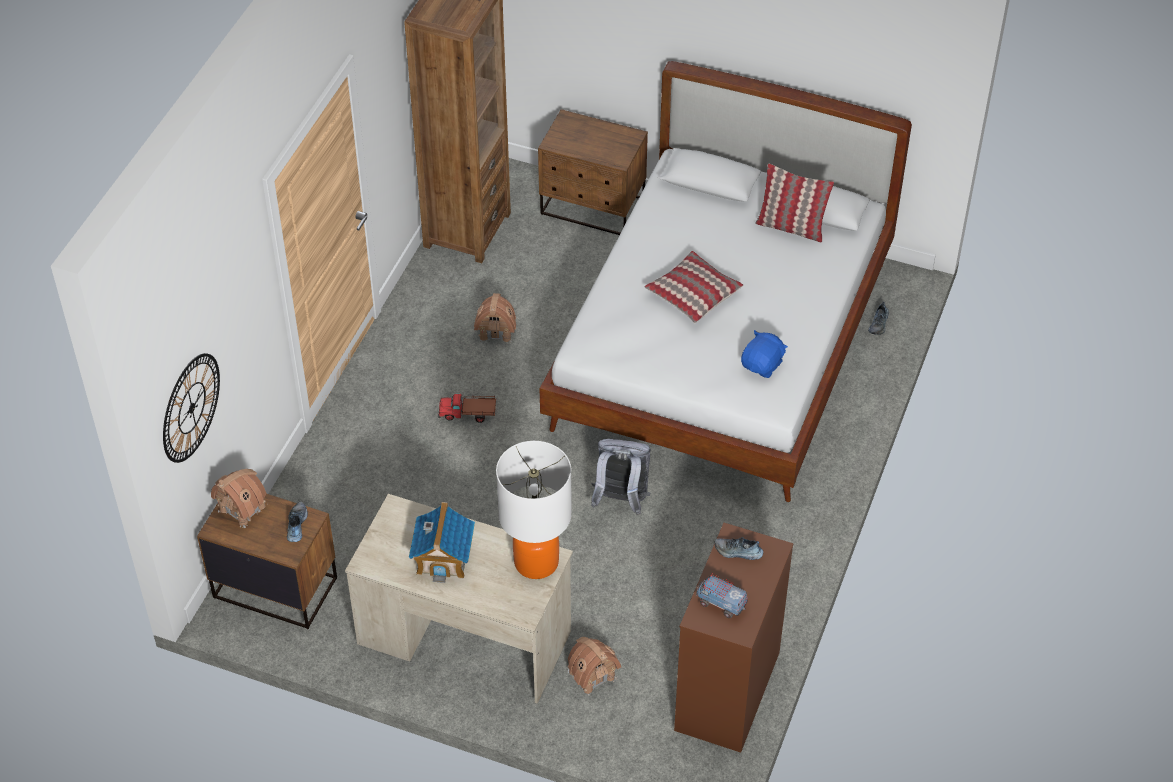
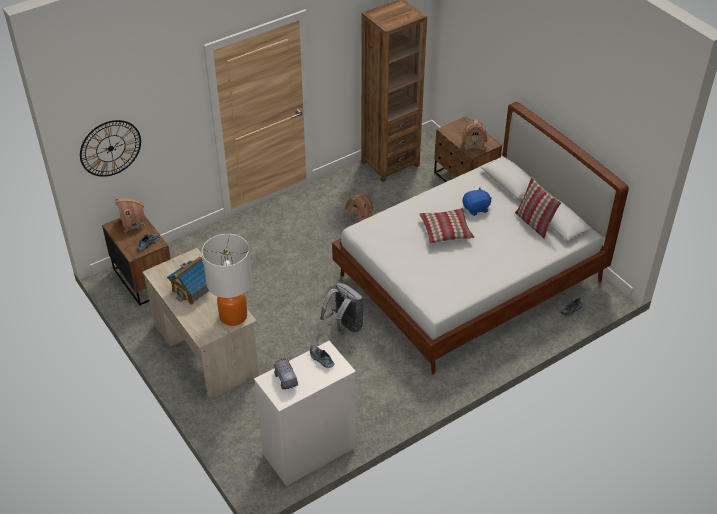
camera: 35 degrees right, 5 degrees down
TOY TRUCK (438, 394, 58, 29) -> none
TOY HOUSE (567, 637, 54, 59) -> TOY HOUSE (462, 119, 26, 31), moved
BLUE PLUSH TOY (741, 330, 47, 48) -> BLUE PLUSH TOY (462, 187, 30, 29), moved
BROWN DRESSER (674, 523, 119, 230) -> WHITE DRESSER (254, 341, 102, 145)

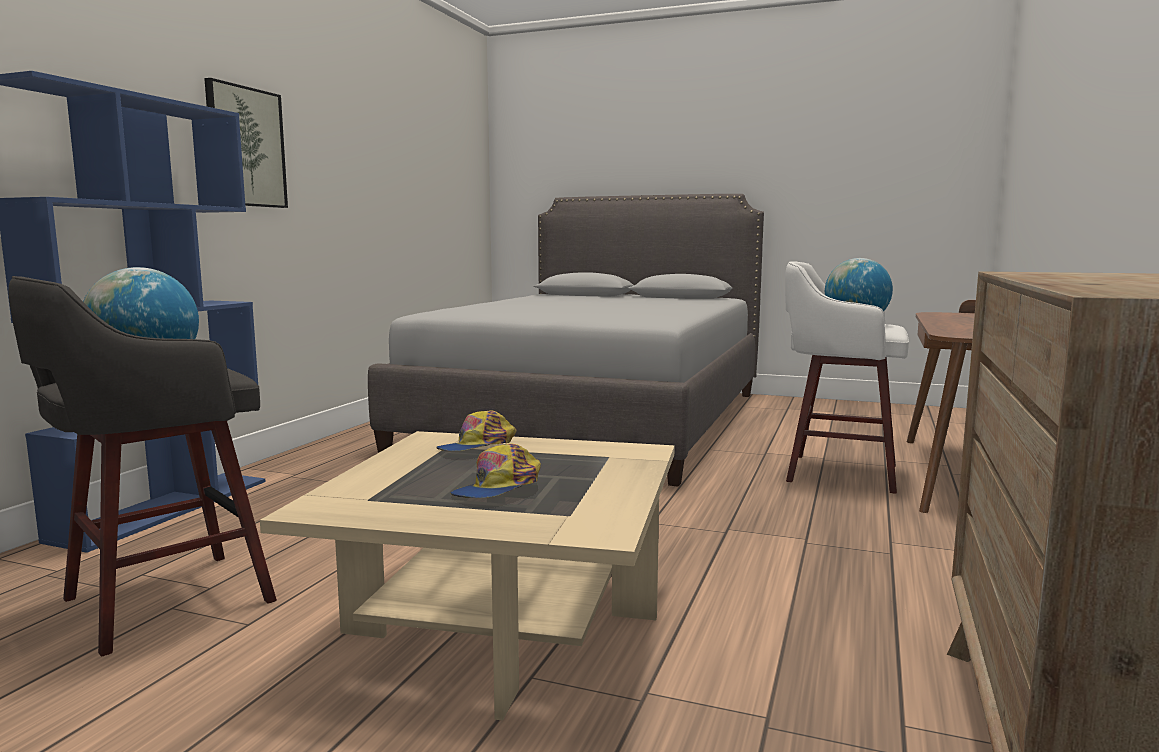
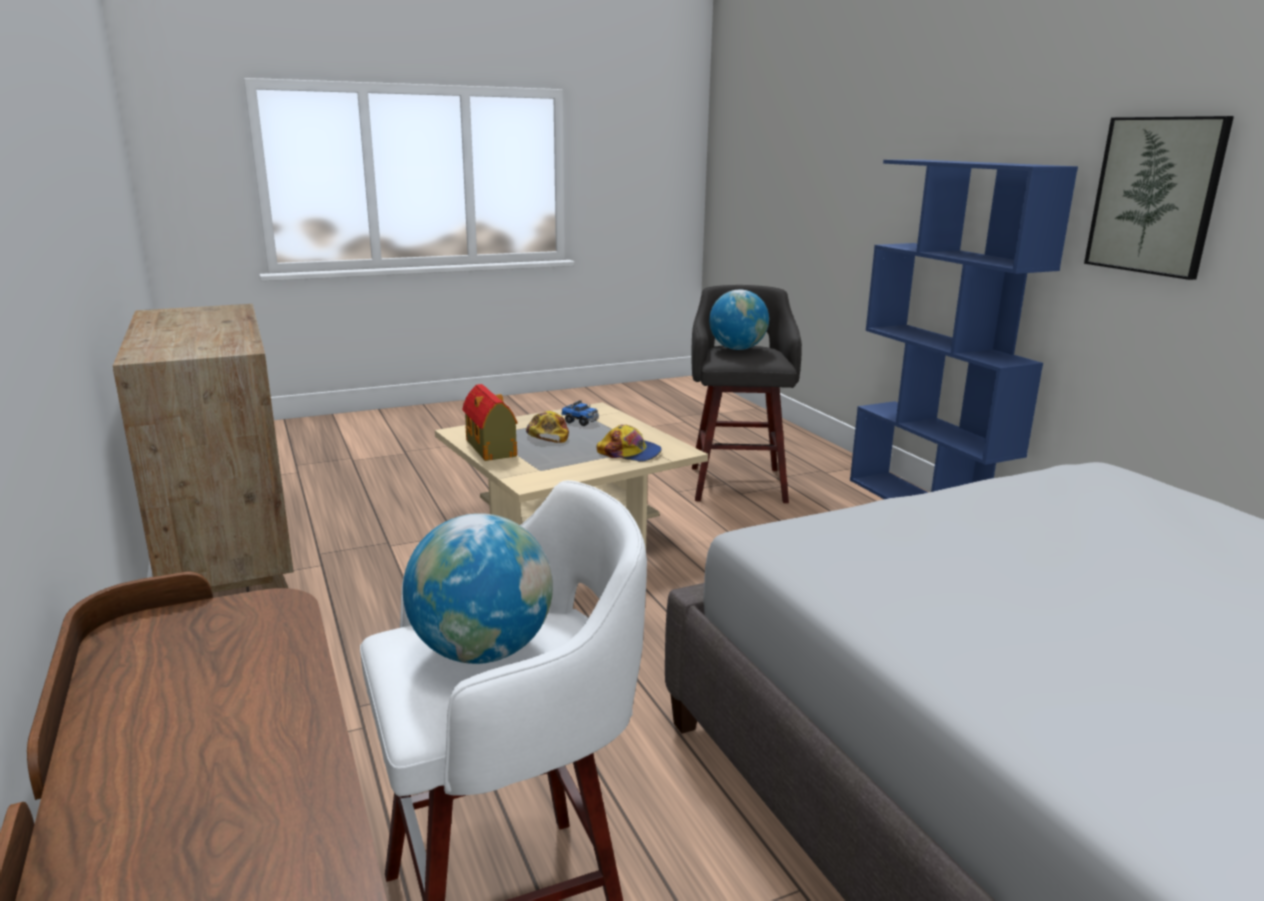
camera: 135 degrees right, 10 degrees up
none -> TOY HOUSE (462, 384, 56, 77)
none -> TOY TRUCK (561, 400, 38, 26)
CAP (436, 410, 81, 41) -> CAP (597, 425, 65, 37), 105 degrees clockwise

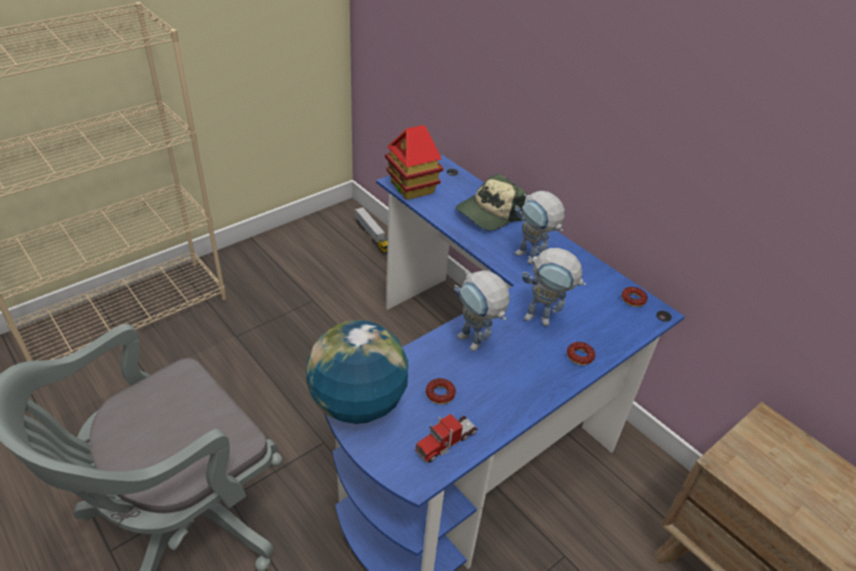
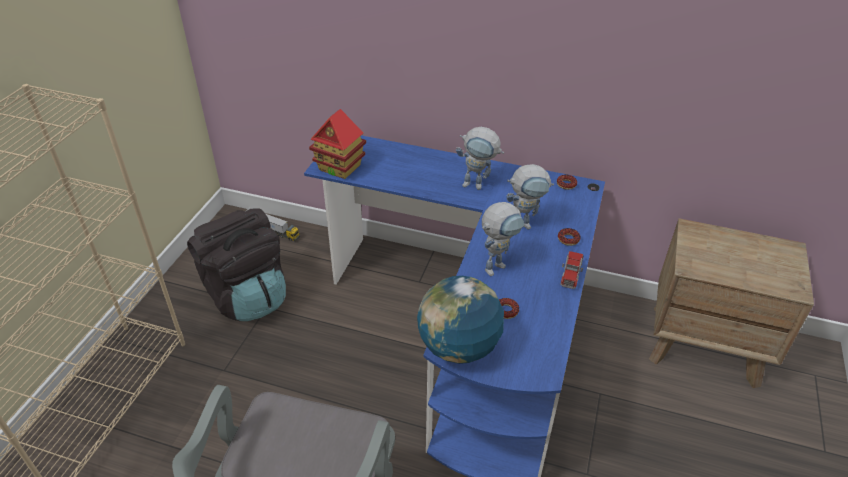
camera: 30 degrees left, 0 degrees up
CAP (456, 174, 71, 56) -> none
none -> BLACK BACKPACK (187, 208, 99, 113)
TOY TRUCK (415, 414, 62, 49) -> TOY TRUCK (560, 251, 24, 38), moved
TOY ROBOT (454, 270, 56, 81) -> TOY ROBOT (482, 202, 42, 74), 60 degrees counterclockwise

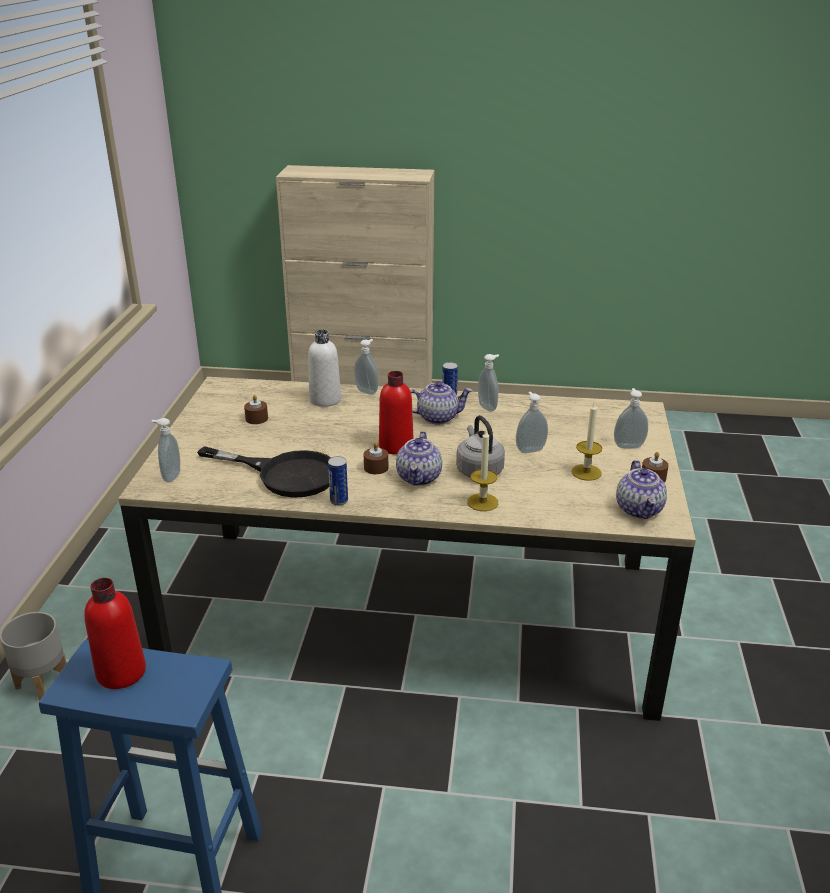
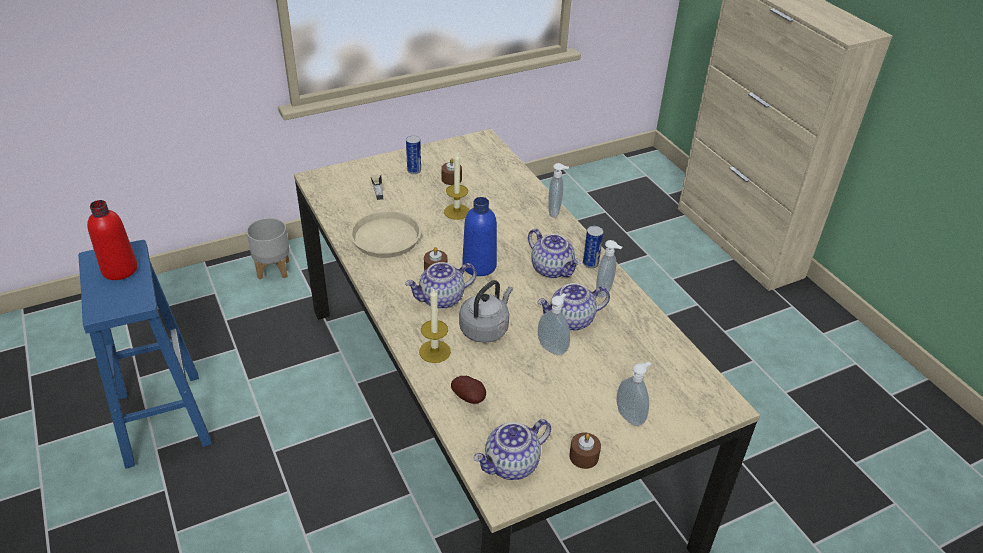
camera: 55 degrees right, 10 degrees up
SOAP DISPENSER (152, 418, 28, 64) -> none
WHITE BOTTLE (308, 330, 33, 77) -> none
none -> POTATO (451, 376, 35, 28)
none -> TEAPOT (537, 283, 73, 48)
CAN (328, 456, 20, 50) -> CAN (406, 135, 15, 39), moved
CANDLE (571, 401, 31, 80) -> CANDLE (444, 153, 26, 67), moved
BLACK FRYING PAN (197, 446, 134, 52) -> BEIGE FRYING PAN (350, 174, 71, 84)
RED BOTTLE (379, 371, 35, 84) -> BLUE BOTTLE (462, 197, 35, 79)

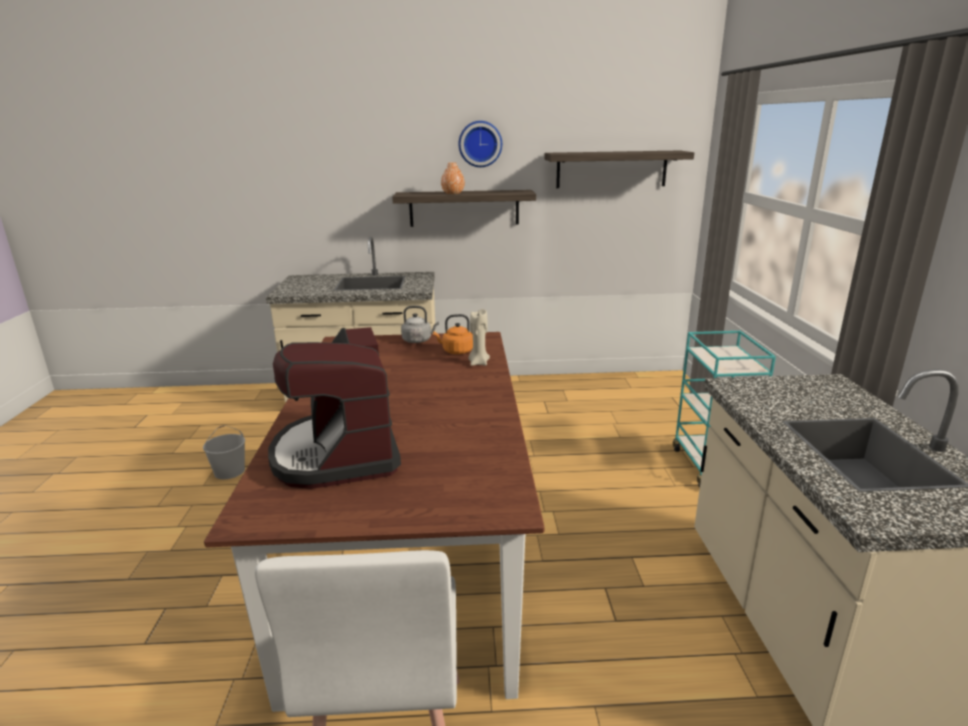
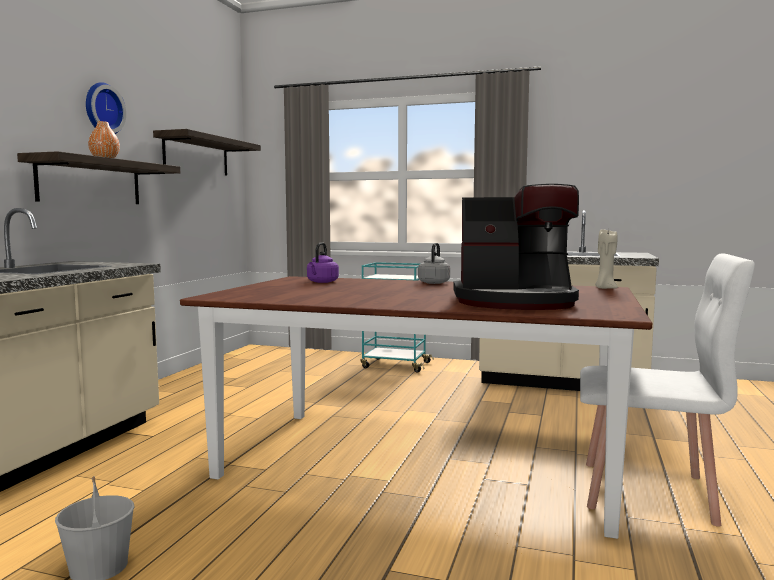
camera: 70 degrees left, 15 degrees down
GREY KETTLE (401, 306, 38, 37) -> GREY KETTLE (418, 243, 32, 41), moved
BEIGE CANDLE (469, 309, 21, 57) -> BEIGE CANDLE (595, 229, 23, 60), moved
ORANGE KETTLE (433, 314, 40, 40) -> PURPLE KETTLE (307, 242, 32, 41)

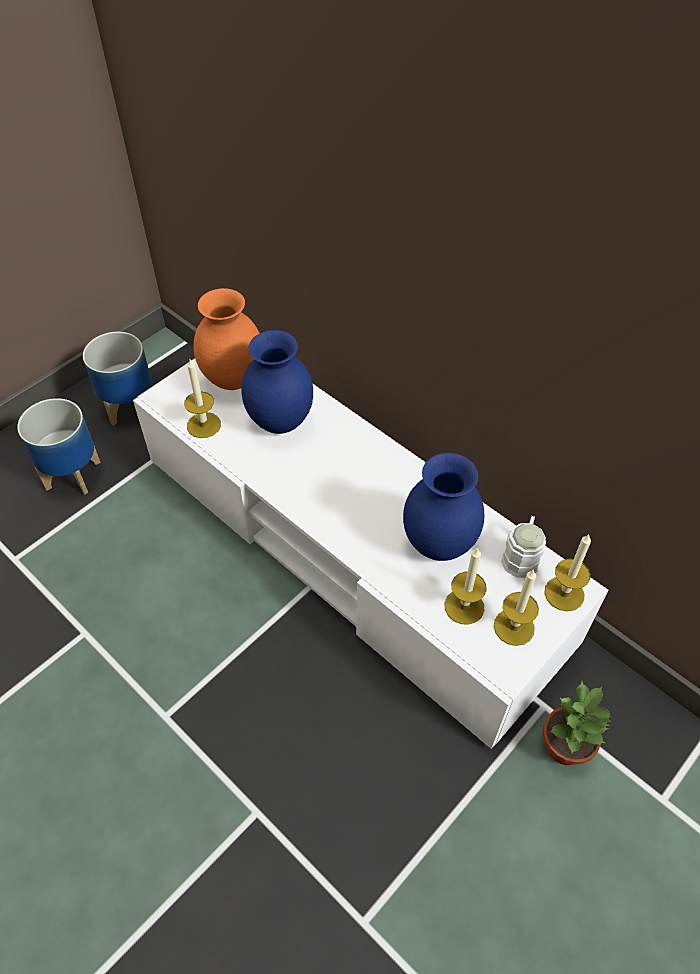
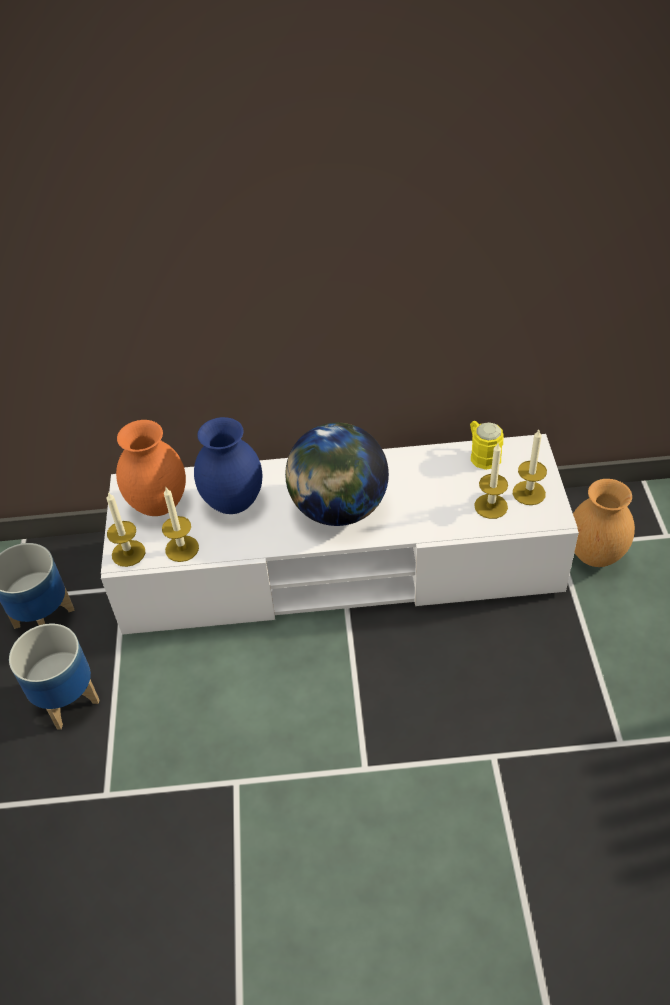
camera: 45 degrees left, 5 degrees down
BLUE VASE (403, 453, 81, 108) -> none
none -> GLOBE (285, 423, 104, 103)
CANDLE (544, 535, 47, 76) -> CANDLE (107, 492, 39, 75), moved
POTTED PLANT (542, 682, 70, 83) -> BROWN VASE (573, 479, 62, 88)
WHITE MUG (501, 516, 45, 62) -> YELLOW MUG (470, 421, 33, 49)

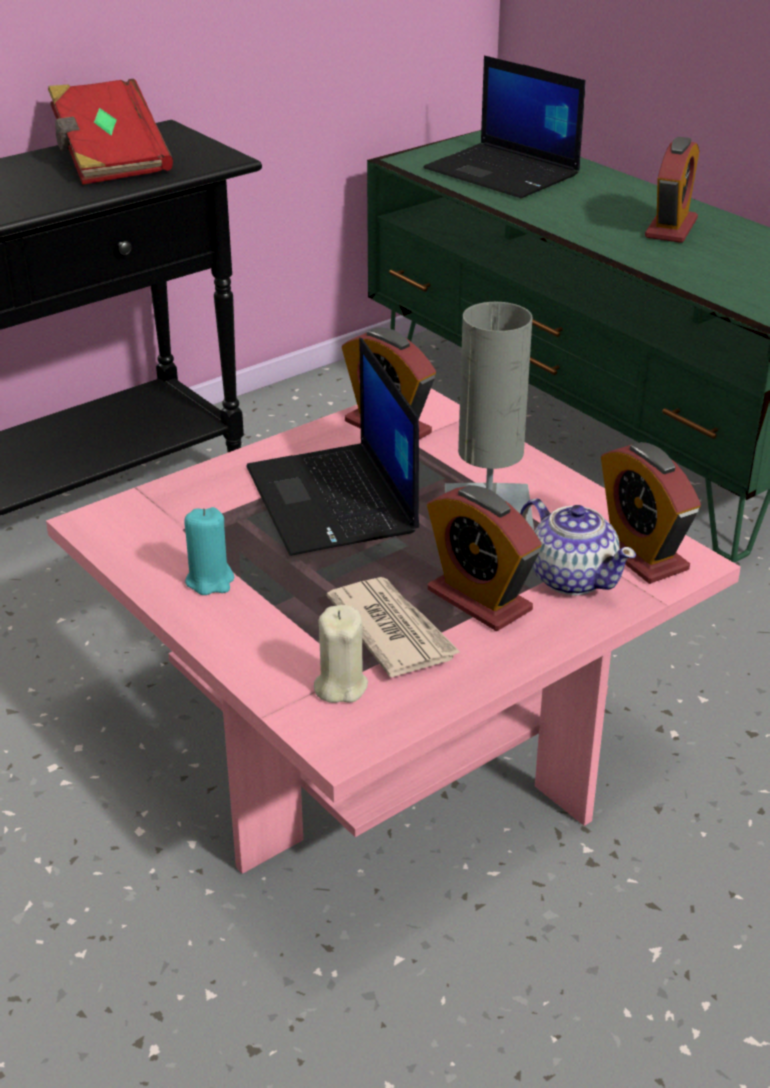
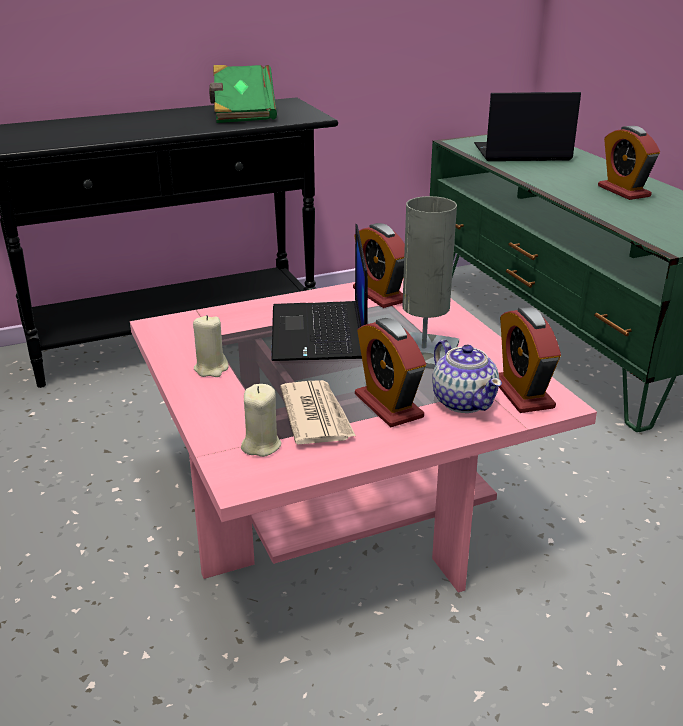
camera: 15 degrees right, 5 degrees down
RED BOOK (48, 79, 125, 106) -> GREEN BOOK (209, 65, 68, 58)
TURQUOISE CANDLE (184, 507, 50, 88) -> BEIGE CANDLE (193, 315, 35, 62)
LAPTOP (423, 55, 163, 143) -> LAPTOP (474, 92, 107, 69), 120 degrees clockwise
ALARM CLOCK (645, 137, 54, 106) -> ALARM CLOCK (598, 126, 62, 74), 120 degrees clockwise

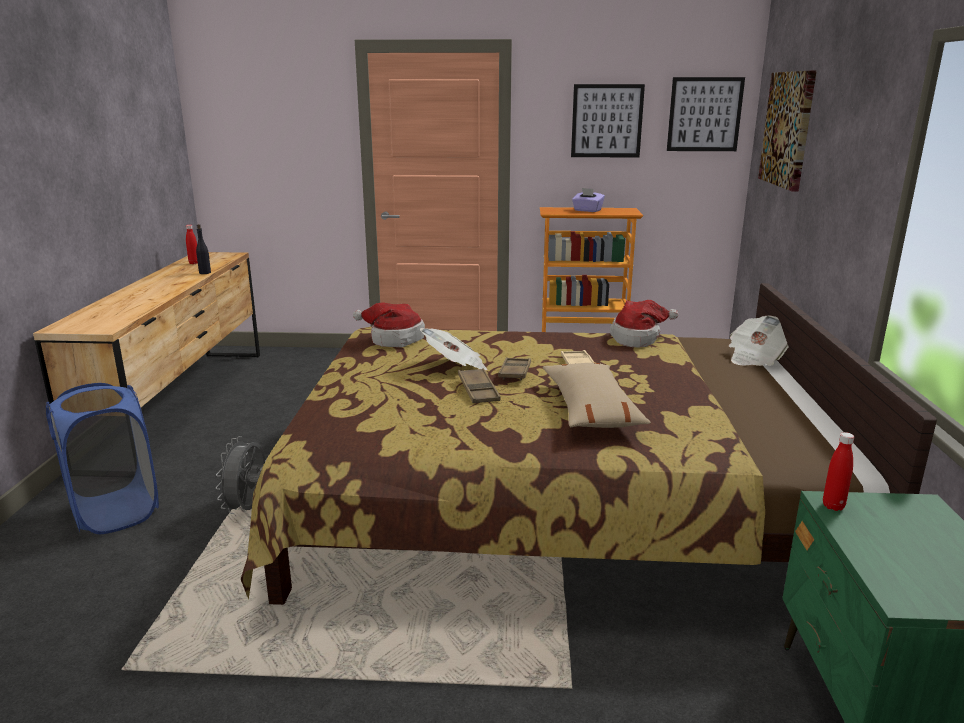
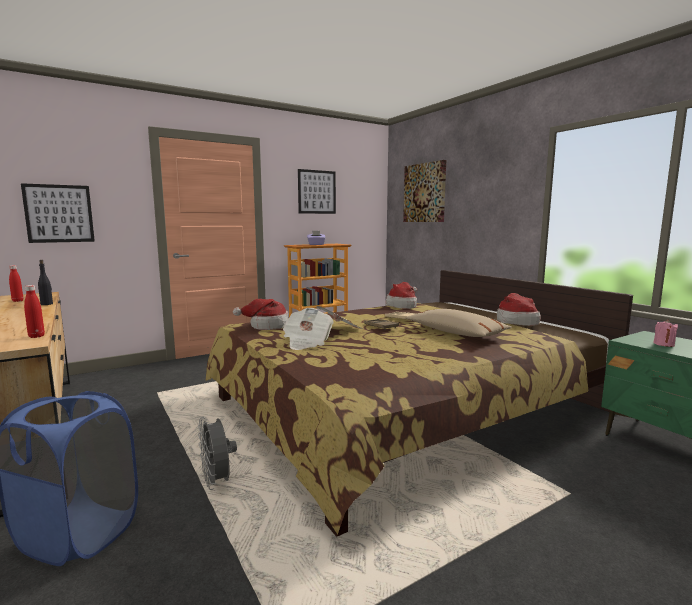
camera: 35 degrees left, 10 degrees down
BROWN TRAY (458, 368, 43, 35) -> none
none -> HAT (497, 293, 44, 33)
none -> PINK CANDLE (653, 320, 25, 27)
PICTURE (667, 77, 78, 74) -> PICTURE (21, 183, 74, 60), moved
NEWSPAPER (729, 315, 60, 51) -> NEWSPAPER (282, 308, 52, 42), moved
RED BOTTLE (823, 432, 31, 79) -> RED BOTTLE (24, 285, 21, 53), moved

